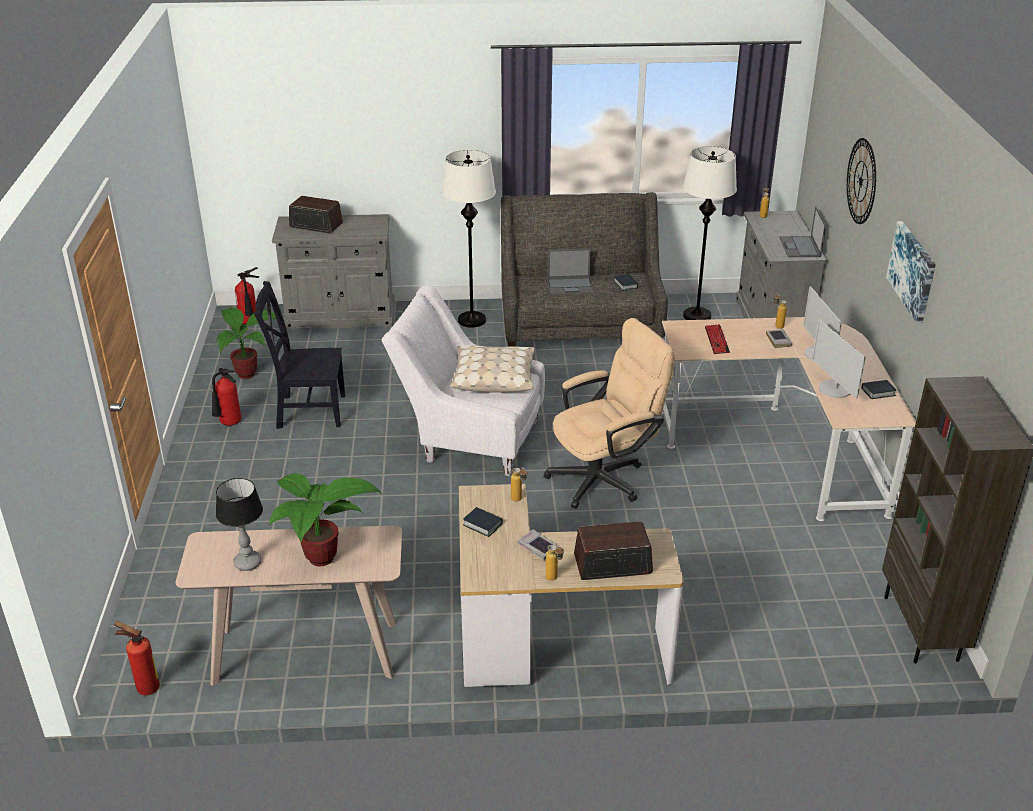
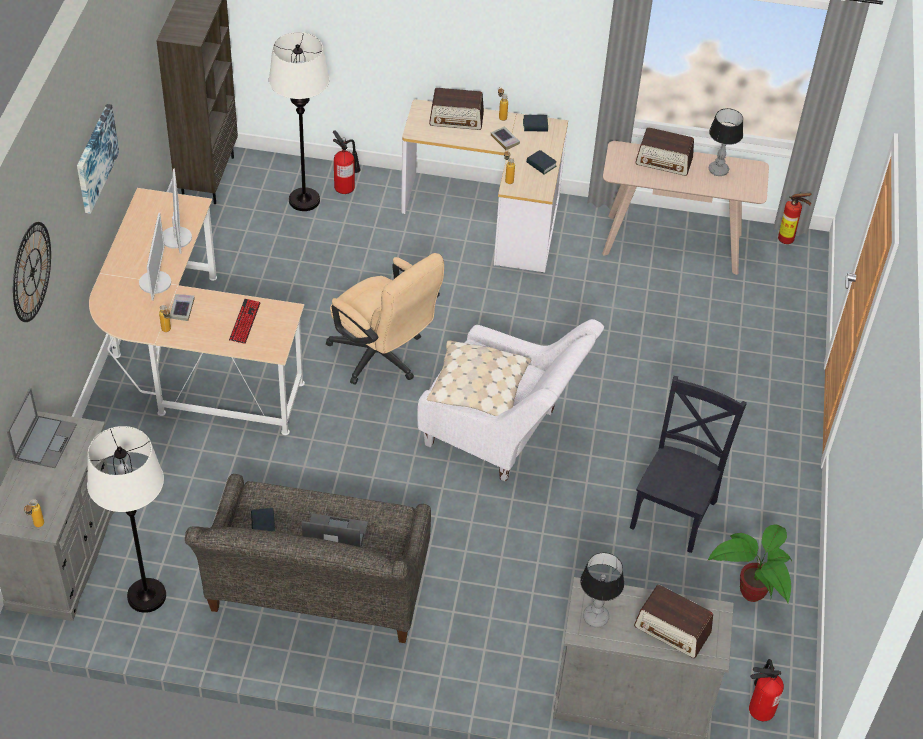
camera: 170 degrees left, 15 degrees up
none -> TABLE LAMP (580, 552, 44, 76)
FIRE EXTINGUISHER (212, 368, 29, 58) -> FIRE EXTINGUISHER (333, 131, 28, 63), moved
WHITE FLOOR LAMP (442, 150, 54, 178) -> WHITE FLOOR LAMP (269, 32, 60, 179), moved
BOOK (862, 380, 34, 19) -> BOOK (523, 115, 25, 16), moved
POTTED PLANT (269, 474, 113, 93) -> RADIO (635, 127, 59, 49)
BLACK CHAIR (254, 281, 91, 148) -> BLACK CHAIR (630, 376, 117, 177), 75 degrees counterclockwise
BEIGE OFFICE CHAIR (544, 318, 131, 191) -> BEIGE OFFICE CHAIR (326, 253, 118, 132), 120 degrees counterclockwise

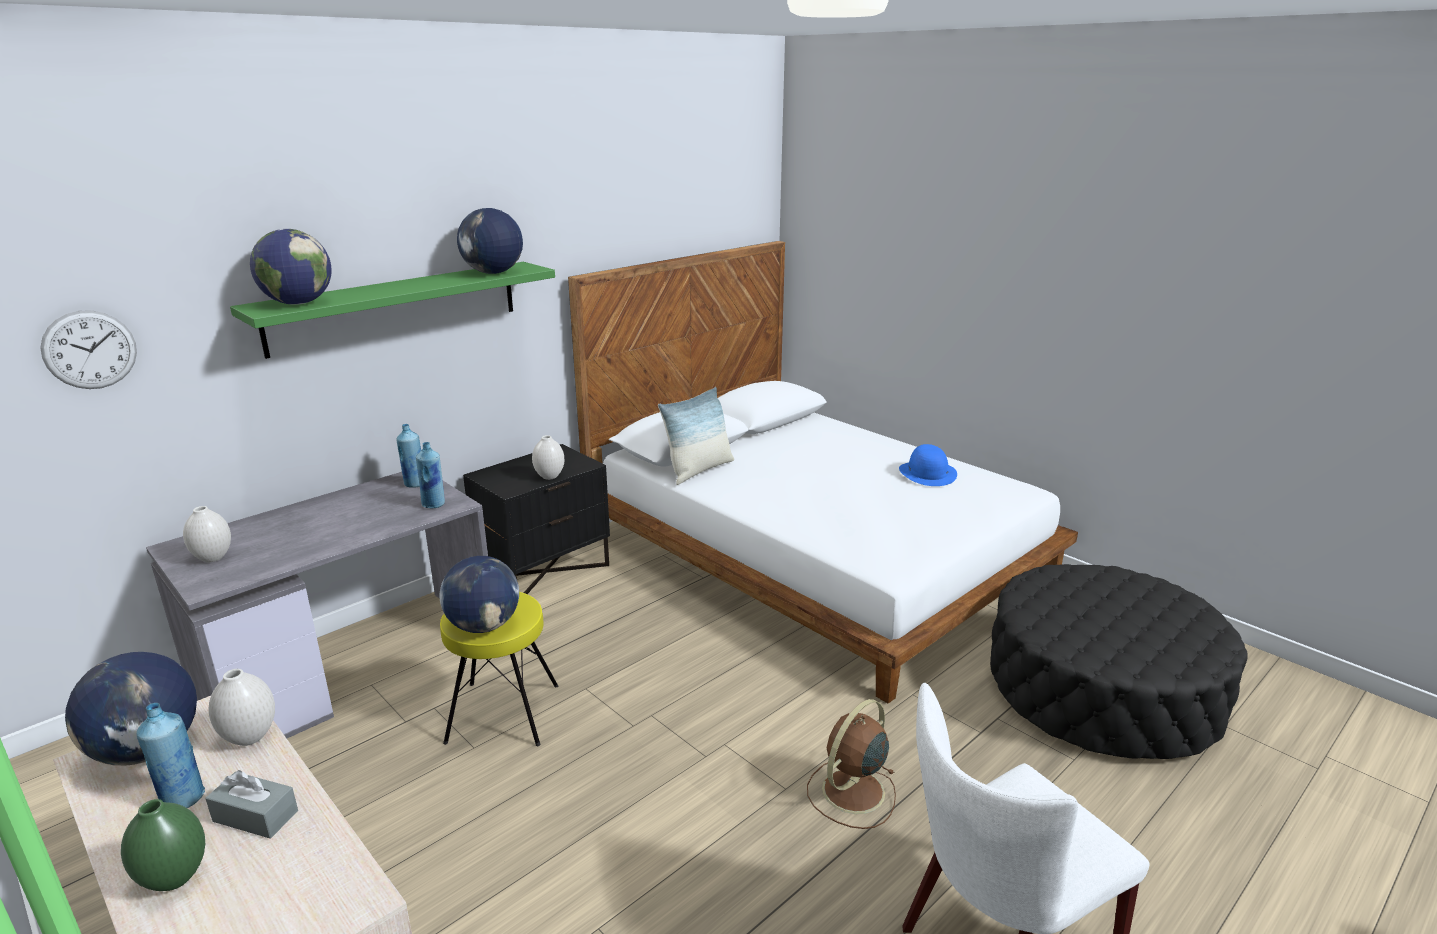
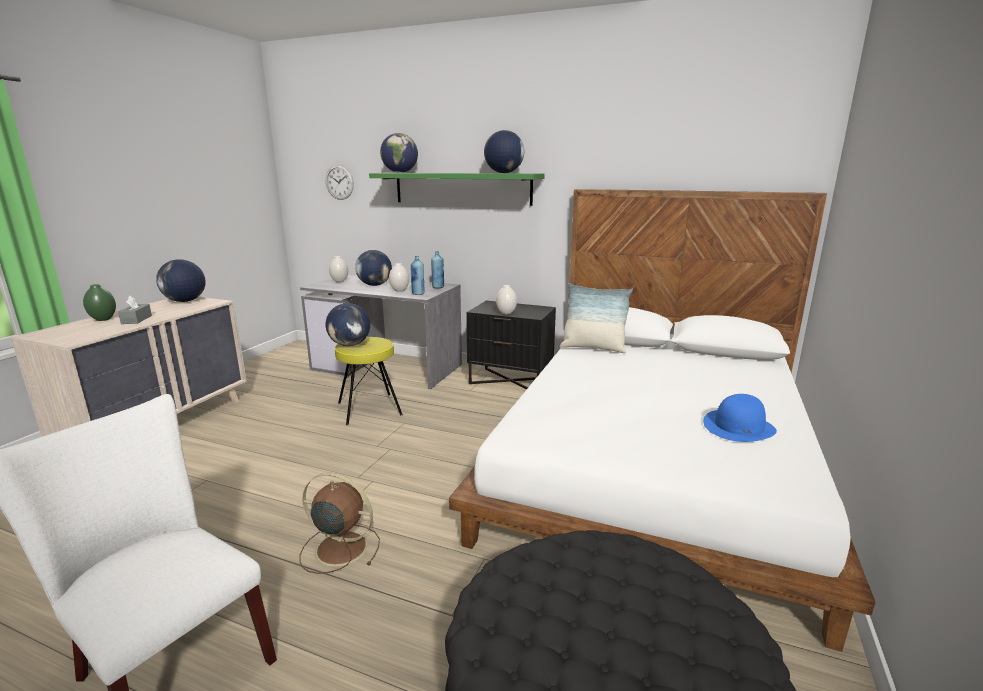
camera: 65 degrees right, 5 degrees down
BLUE BOTTLE (136, 703, 69, 105) -> none
none -> GLOBE (355, 250, 37, 36)
WHITE VASE (208, 669, 67, 77) -> WHITE VASE (389, 263, 20, 29), moved

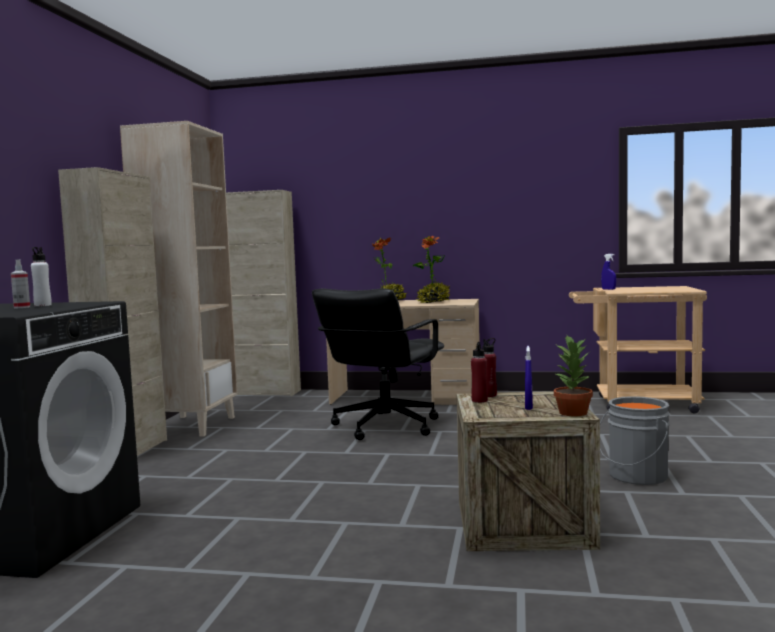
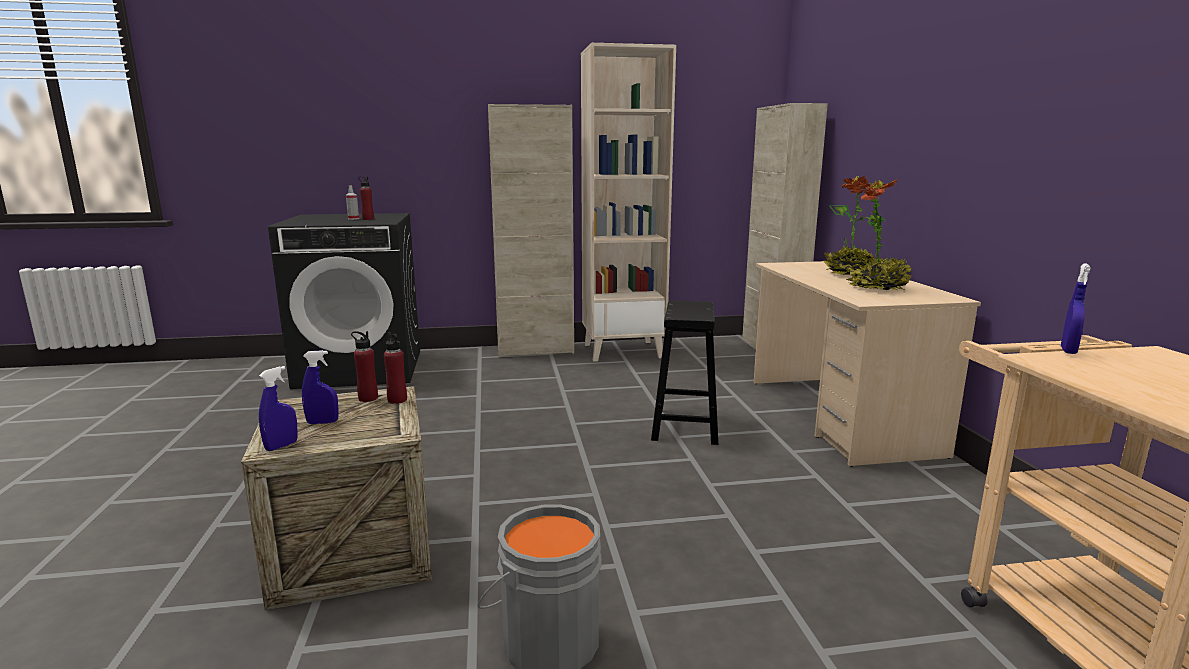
camera: 70 degrees right, 10 degrees up
BLACK OFFICE CHAIR (312, 288, 132, 152) -> BLACK STOOL (651, 300, 67, 145)
POTTED PLANT (554, 335, 39, 81) -> BLUE SPRAY BOTTLE (259, 366, 39, 85)
WHITE BOTTLE (31, 247, 21, 59) -> RED BOTTLE (358, 176, 16, 44)

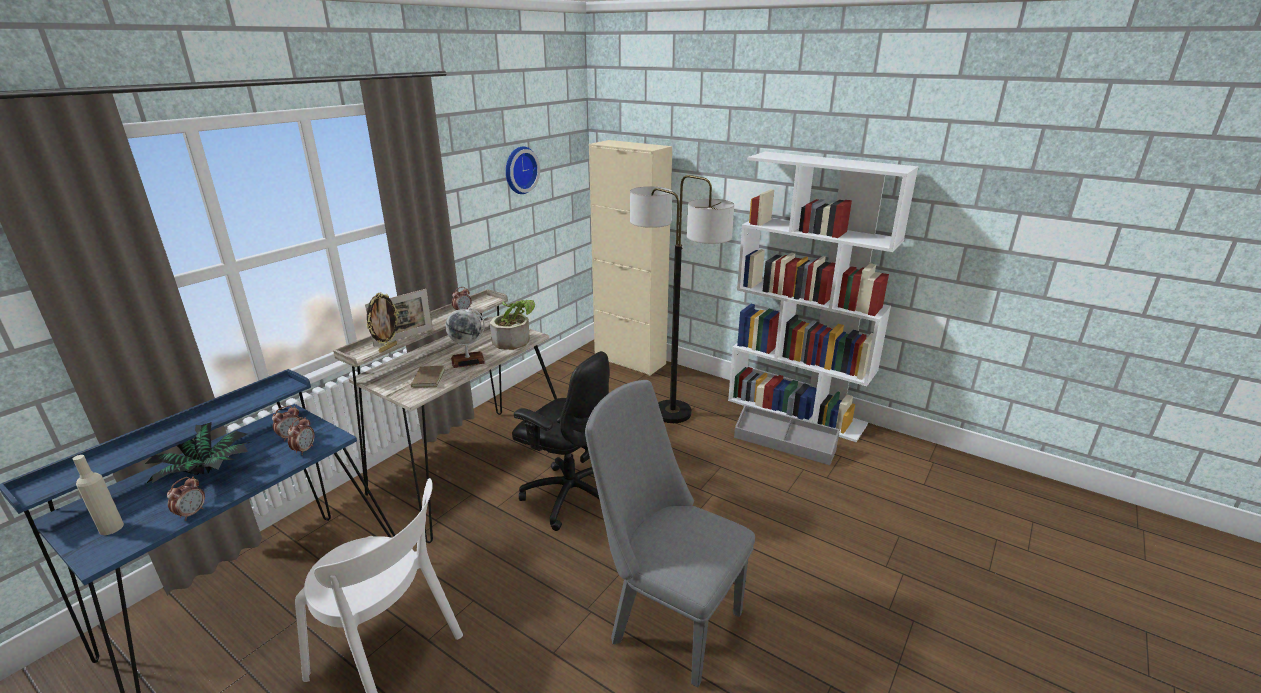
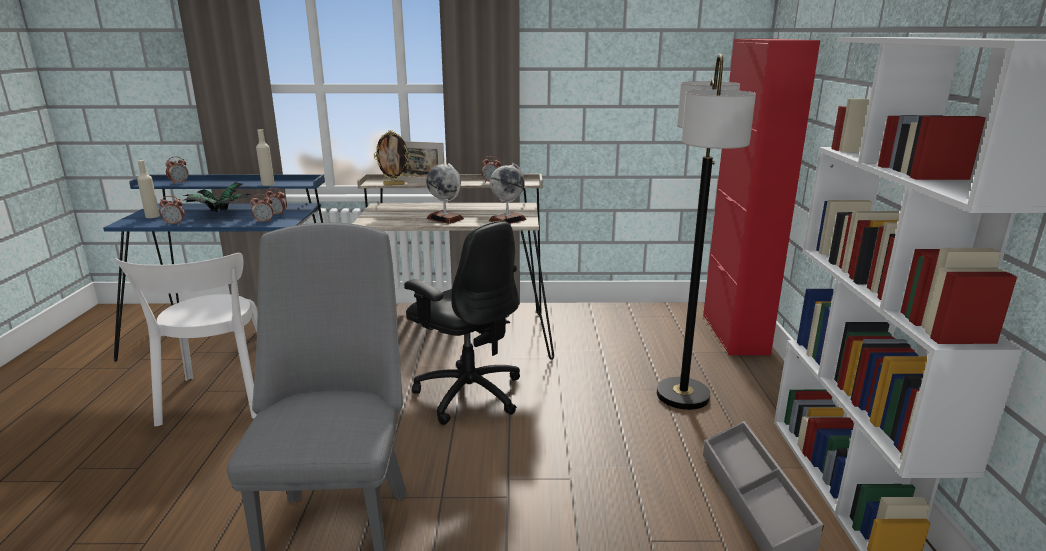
camera: 55 degrees right, 5 degrees down
BROWN BOOK (402, 365, 43, 23) -> none
WALL CLOCK (506, 147, 34, 47) -> none
none -> ALARM CLOCK (166, 156, 22, 27)
none -> BEIGE BOTTLE (256, 129, 19, 57)
POTTED PLANT (490, 300, 45, 50) -> GLOBE (489, 163, 37, 61)
BEIGE CABINET (589, 140, 83, 236) -> RED CABINET (703, 39, 117, 316)
BLACK OFFICE CHAIR (512, 351, 98, 180) -> BLACK OFFICE CHAIR (404, 221, 116, 204), 45 degrees counterclockwise

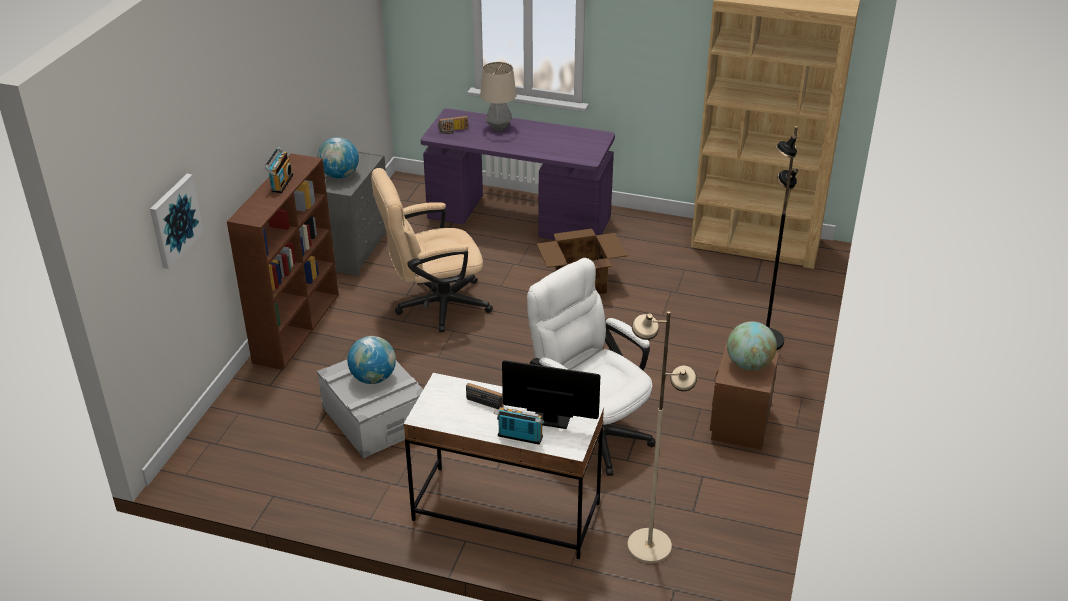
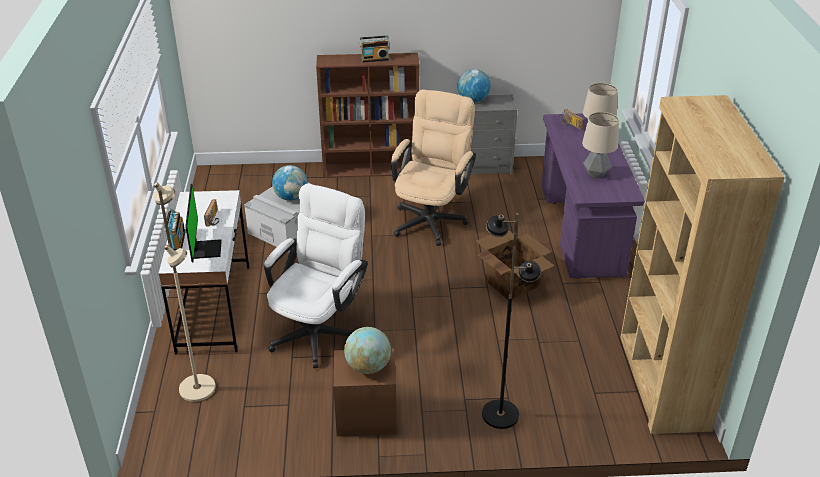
camera: 70 degrees right, 0 degrees up
PICTURE (150, 174, 54, 95) -> none
none -> TABLE LAMP (582, 112, 37, 66)
BEIGE OFFICE CHAIR (371, 168, 122, 164) -> BEIGE OFFICE CHAIR (391, 89, 85, 157), 60 degrees clockwise

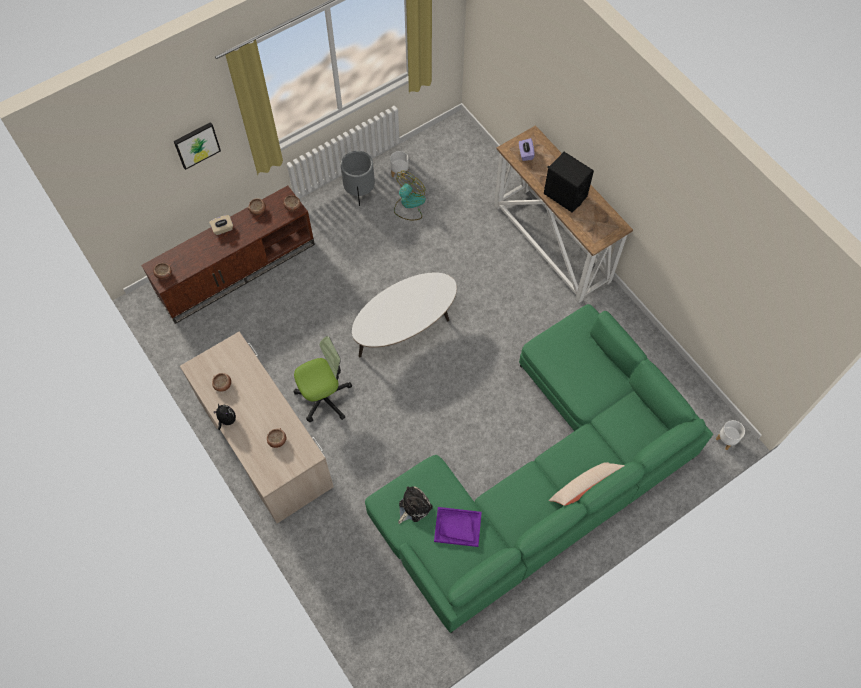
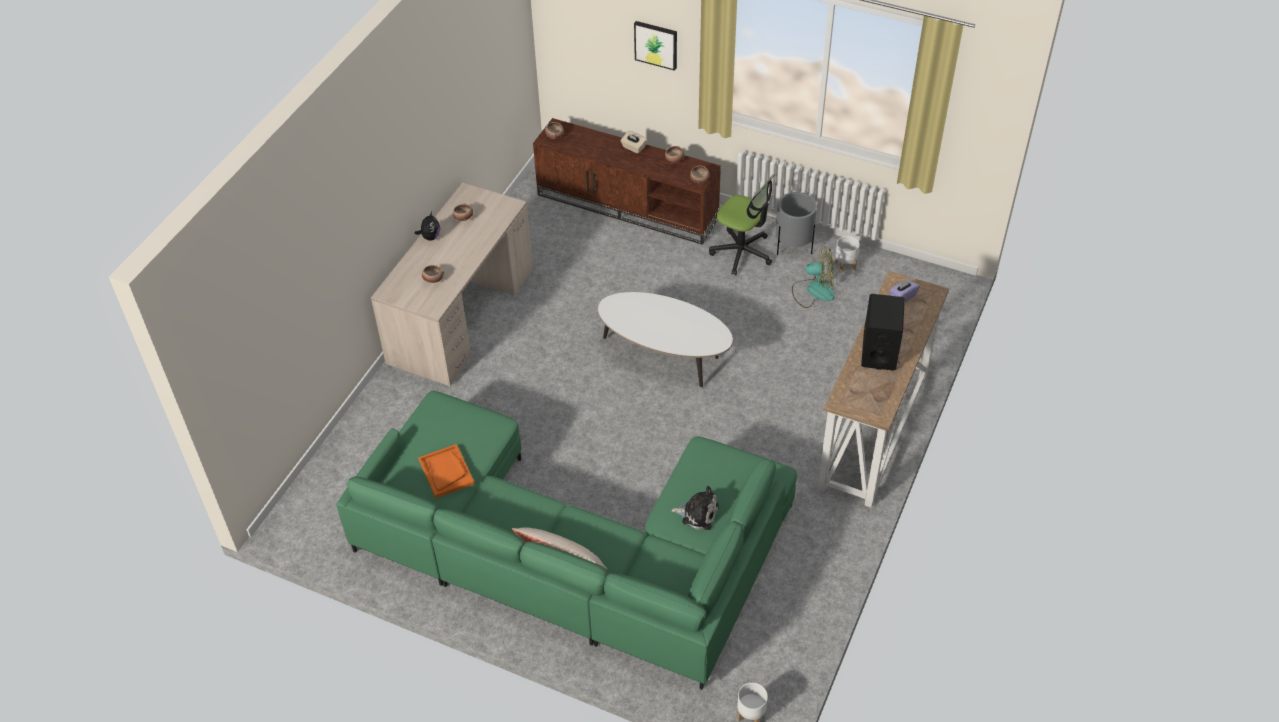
camera: 60 degrees right, 15 degrees down
OFFICE CHAIR (294, 336, 58, 86) -> OFFICE CHAIR (709, 174, 66, 101), moved
PLUSH TOY (398, 486, 35, 38) -> PLUSH TOY (671, 486, 48, 44), moved
PURPLE TRAY (434, 507, 48, 40) -> ORANGE TRAY (418, 444, 56, 54)

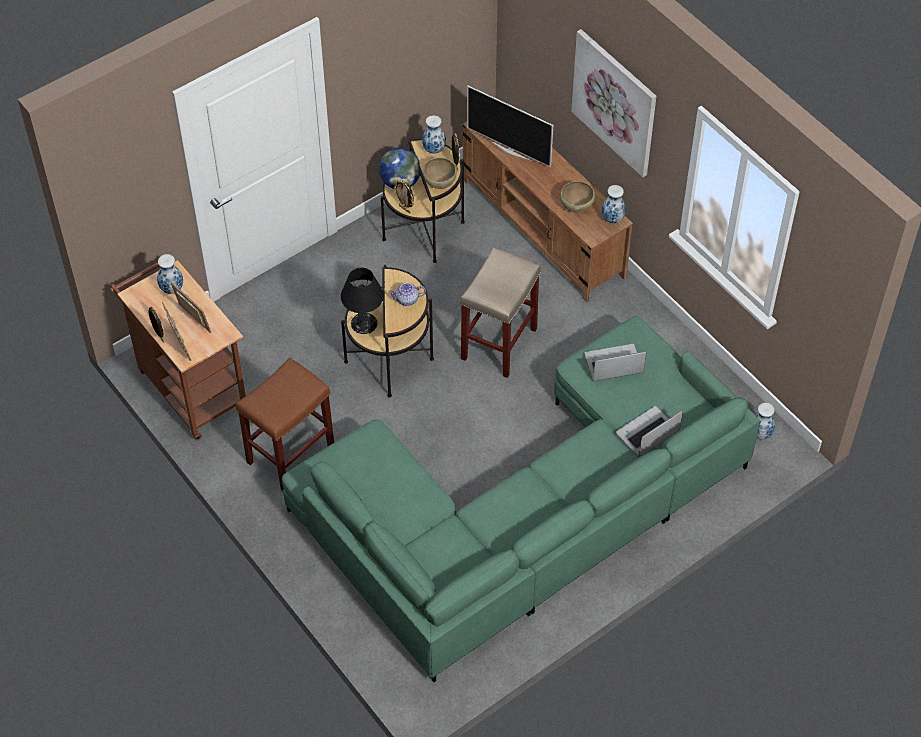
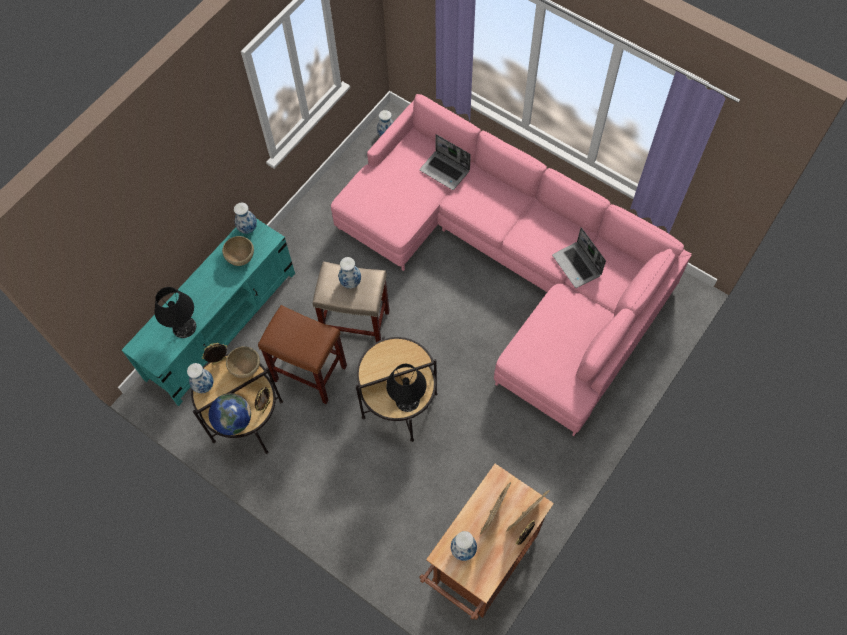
camera: 105 degrees left, 10 degrees up
TEAPOT (388, 283, 38, 23) -> none
PICTURE (571, 29, 85, 148) -> none
none -> VASE (339, 257, 22, 32)
BROWN STOOL (236, 358, 98, 133) -> BROWN STOOL (258, 305, 89, 99), moved
LAPTOP (584, 344, 62, 37) -> LAPTOP (552, 227, 54, 61), moved
TELEVISION (467, 86, 86, 81) -> BLACK TABLE LAMP (155, 287, 41, 51)
GREEN SOFA (282, 316, 478, 366) -> PINK SOFA (331, 94, 360, 342)
BROWN TV STAND (463, 101, 170, 201) -> TURQUOISE TV STAND (122, 218, 173, 188)

